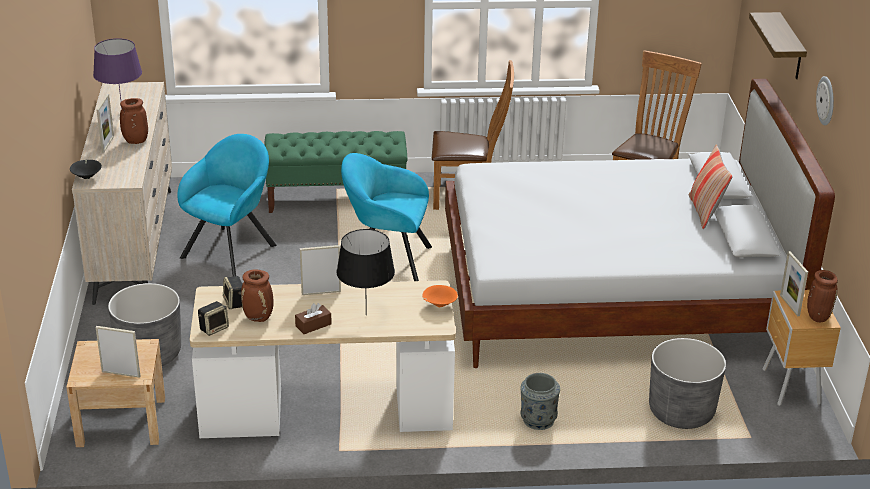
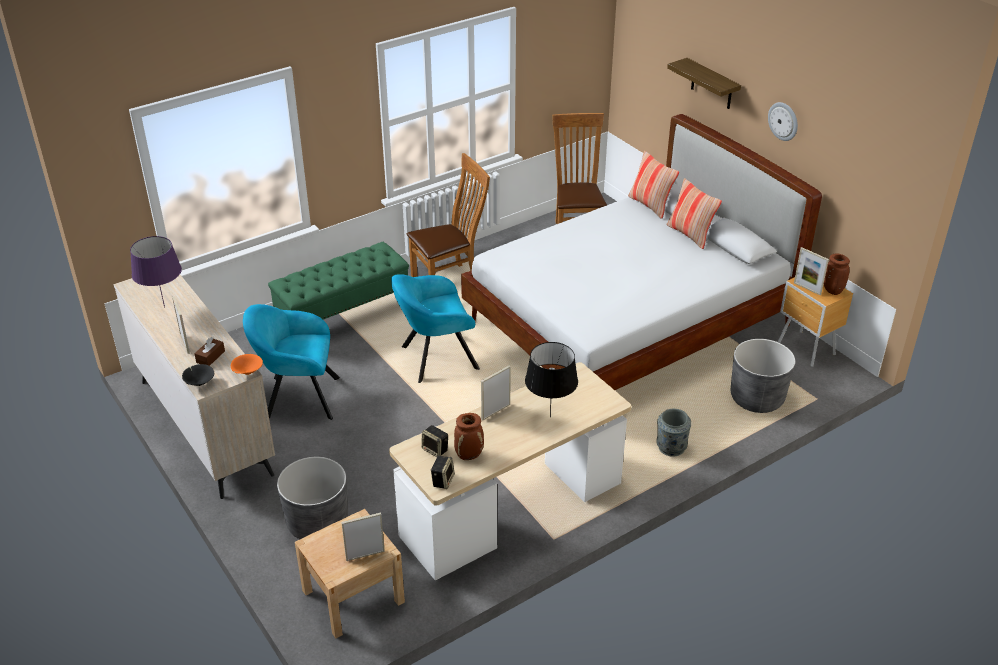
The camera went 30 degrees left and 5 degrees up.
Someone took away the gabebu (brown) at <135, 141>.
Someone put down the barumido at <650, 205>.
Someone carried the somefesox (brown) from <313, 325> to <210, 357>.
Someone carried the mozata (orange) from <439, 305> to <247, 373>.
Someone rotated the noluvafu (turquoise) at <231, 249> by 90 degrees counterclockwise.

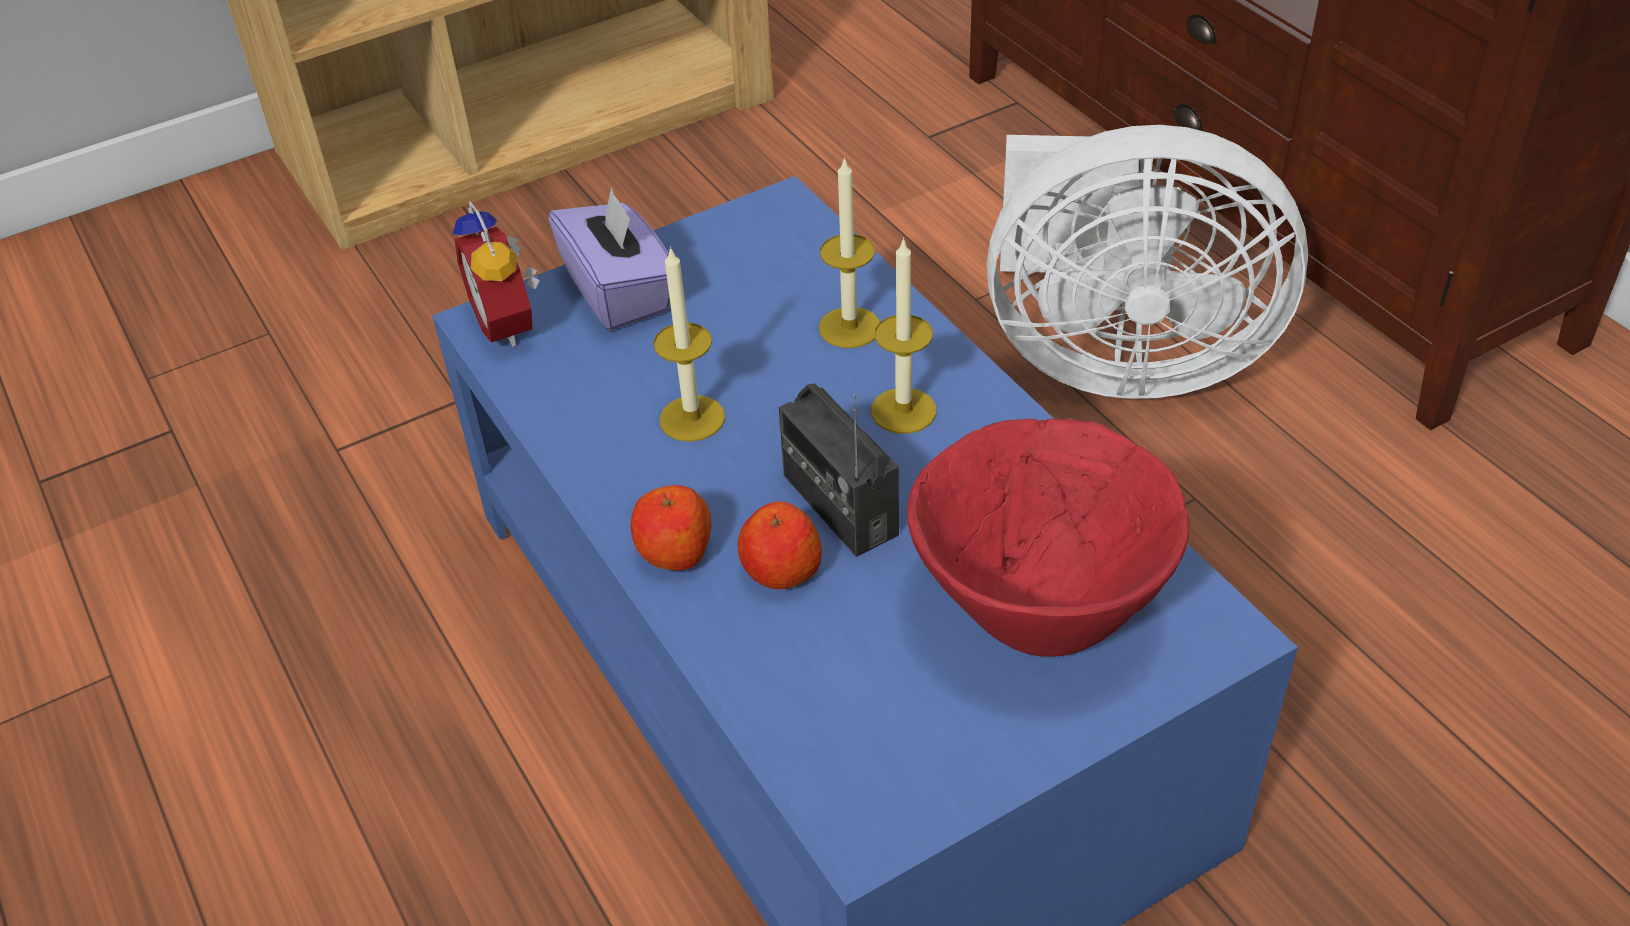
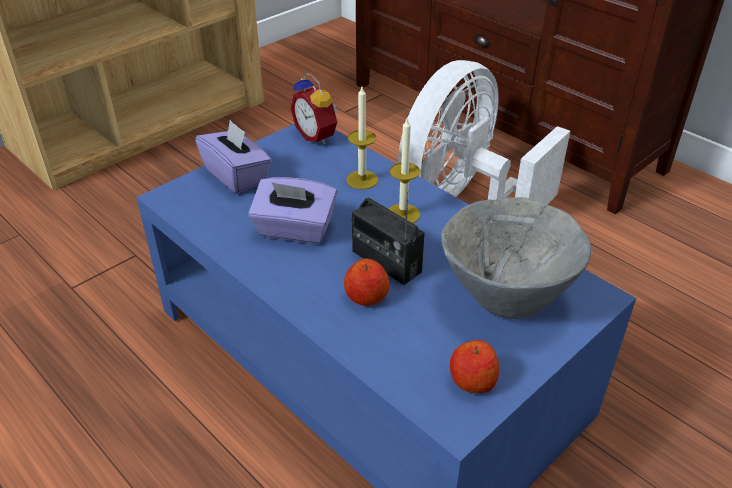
The camera went 15 degrees left and 5 degrees down.
Someone carried the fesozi from <511, 323> to <317, 136>.
Someone carried the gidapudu from <674, 551> to <472, 380>.
Someone swapped the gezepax at <692, 418> for the somefesox (purple) at <294, 230>.
Someone repainted the mozata (red) at <1038, 611>, which became the mozata (grey) at <505, 298>.
Someone rotated the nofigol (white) at <1116, 359> by 135 degrees clockwise.

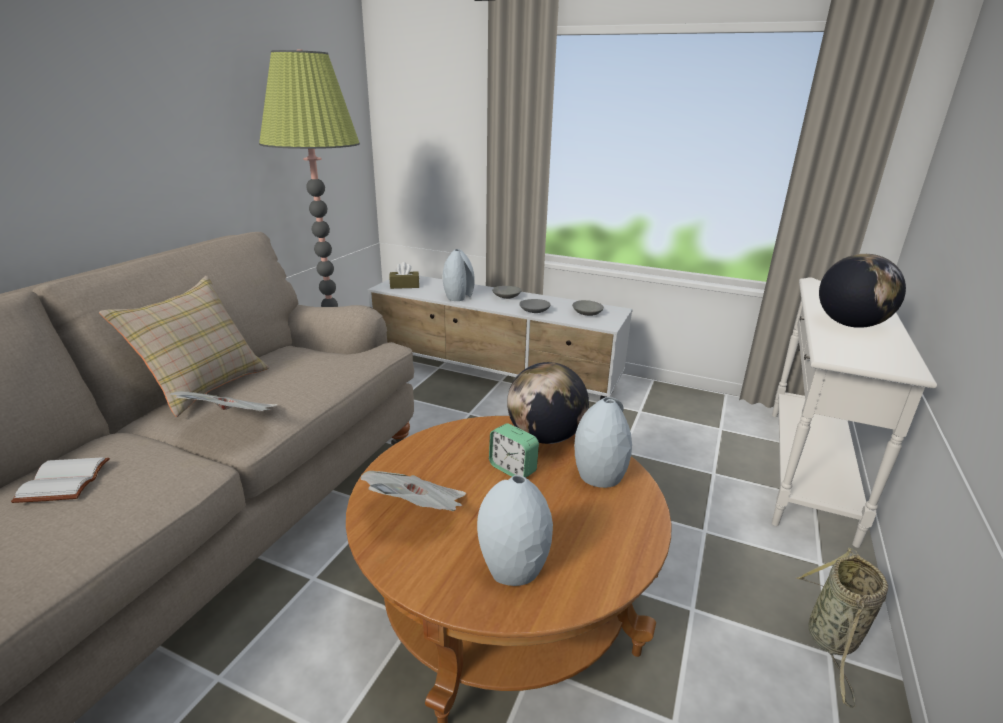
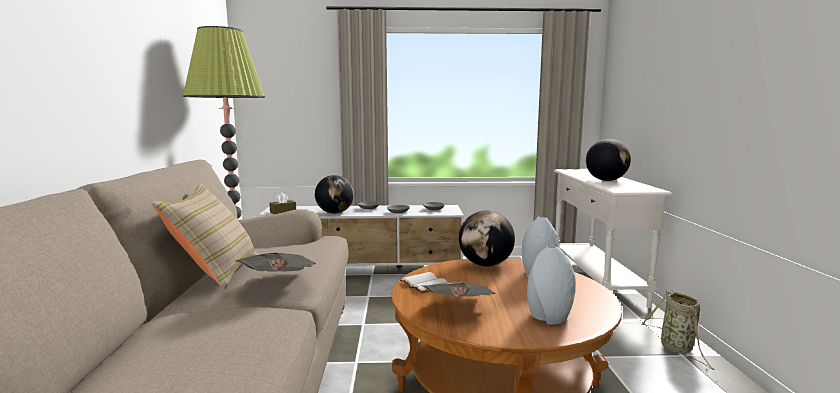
The camera went 25 degrees left and 15 degrees down.
Someone took away the fesozi at <512, 469>.
Someone carried the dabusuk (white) from <66, 482> to <426, 284>.
Someone swapped the gabebu (grey) at <459, 297> for the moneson at <335, 213>.

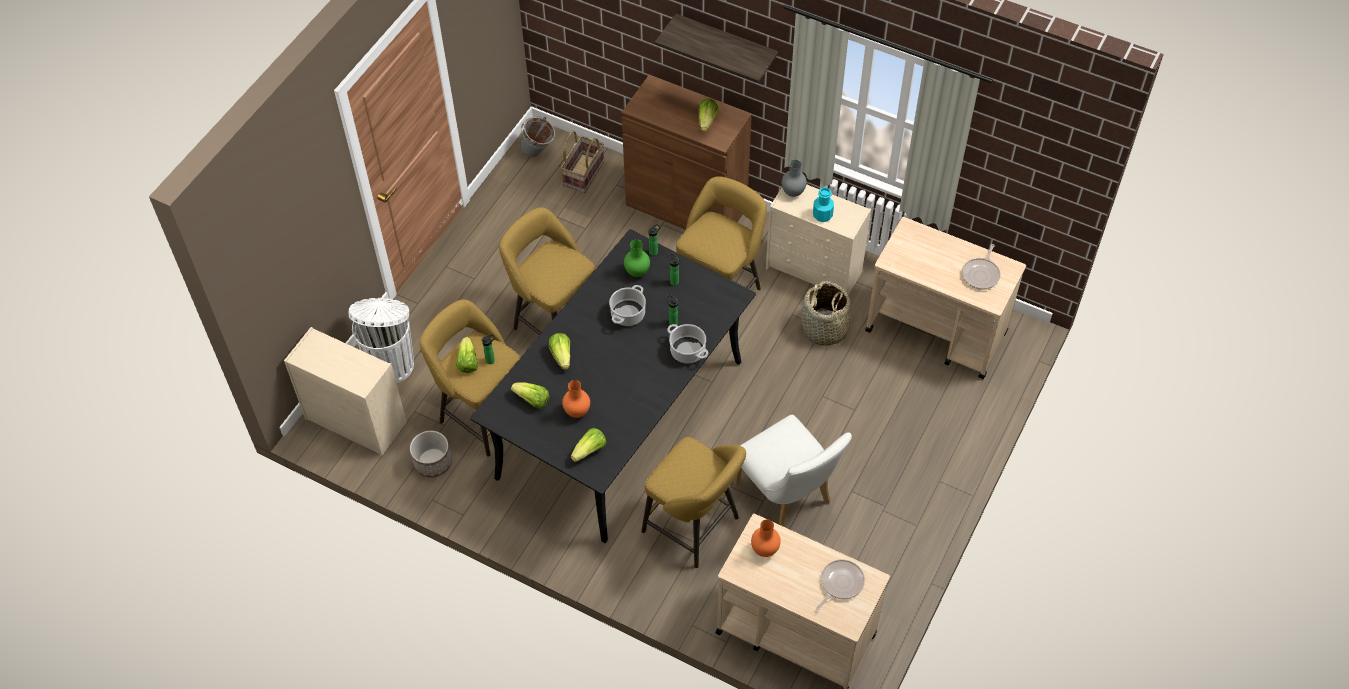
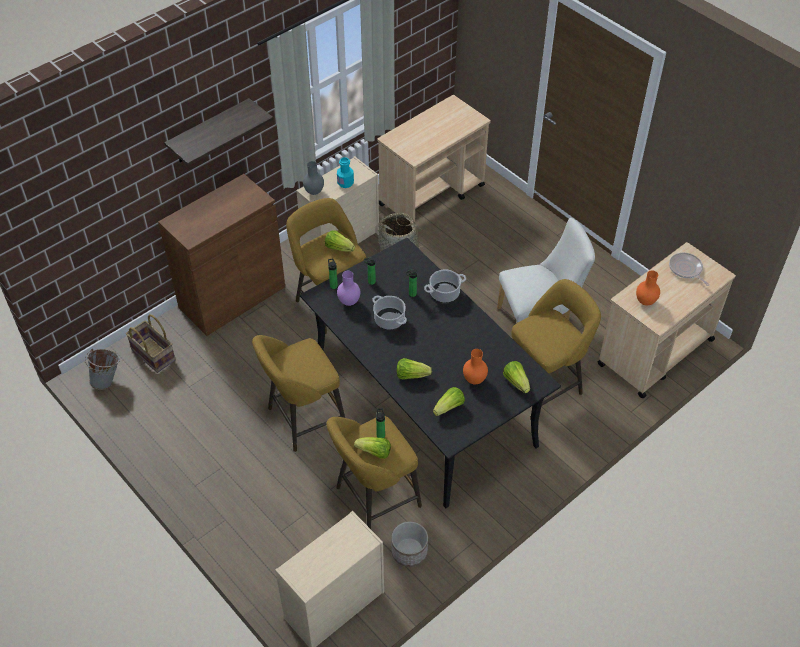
The camera went 70 degrees left and 5 degrees down.
Someone took away the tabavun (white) at <391, 364>.
Someone took away the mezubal at <981, 274>.
Someone carried the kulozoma from <707, 121> to <339, 248>.
Someone repainted the gabebu (green) at <636, 272>, which became the gabebu (purple) at <348, 302>.

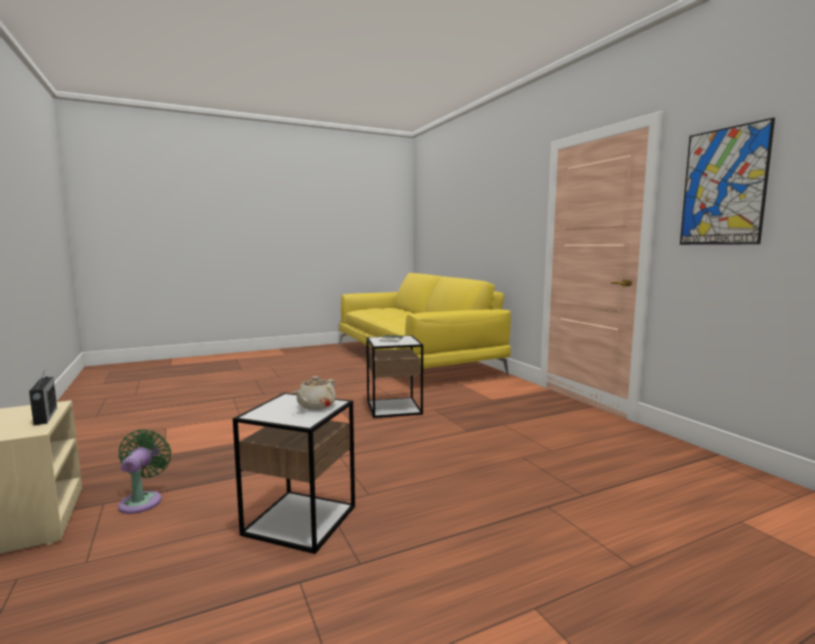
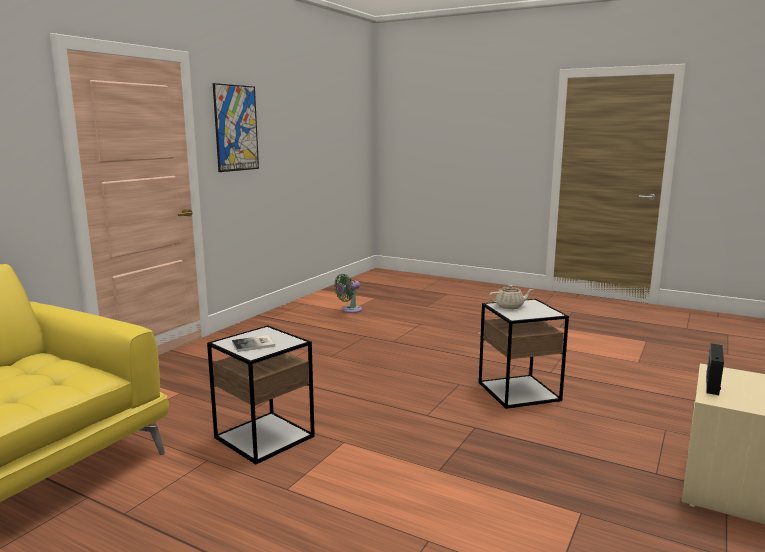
The camera went 125 degrees left and 5 degrees up.
Someone carried the nofigol (green) from <143, 500> to <349, 310>.

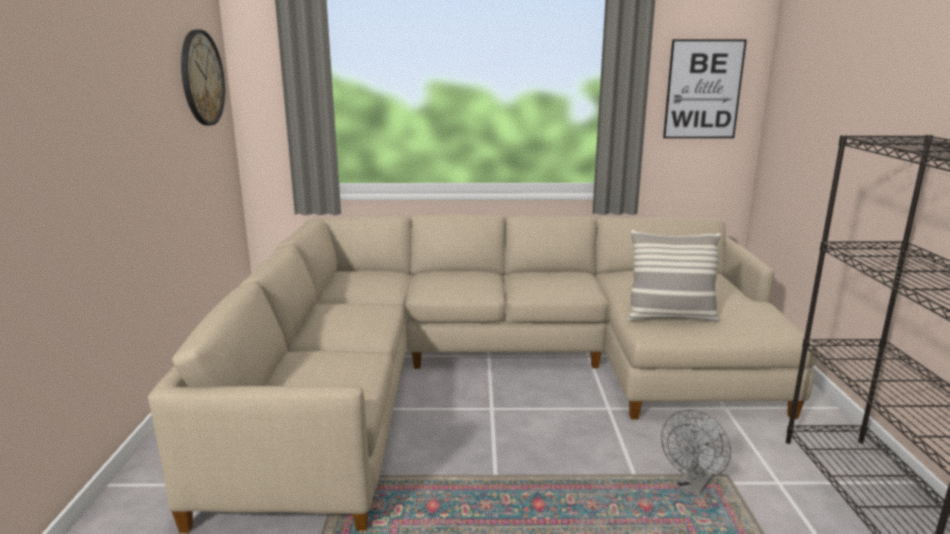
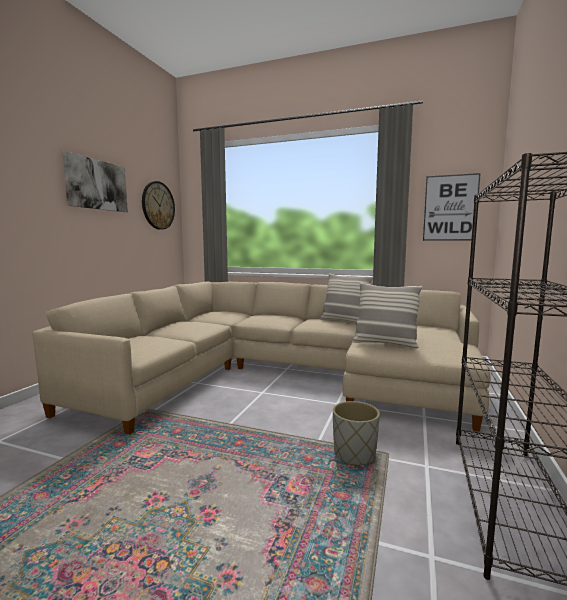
The camera went 20 degrees right and 10 degrees down.
Someone put up the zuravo at <96, 185>.
Someone put down the barumido at <344, 321>.
Someone swapped the nofigol (grey) at <692, 487> for the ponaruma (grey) at <355, 455>.

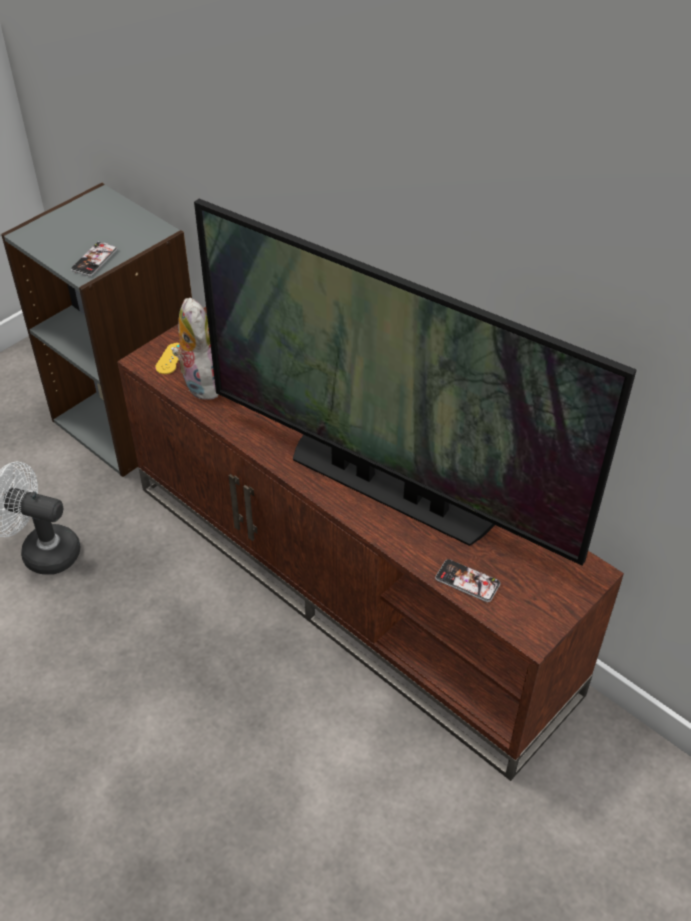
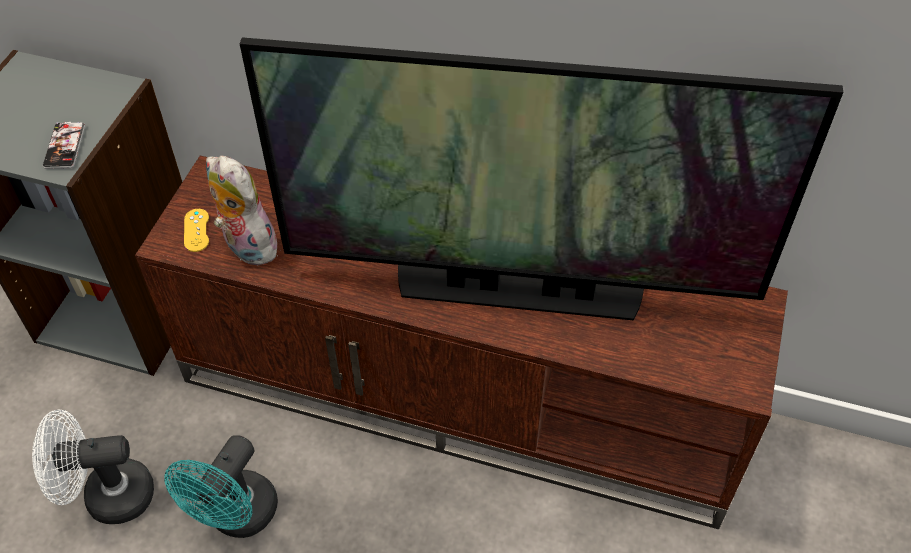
The camera went 25 degrees left and 5 degrees up.
Someone took away the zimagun at <467, 581>.
Someone put down the nofigol (turquoise) at <237, 517>.

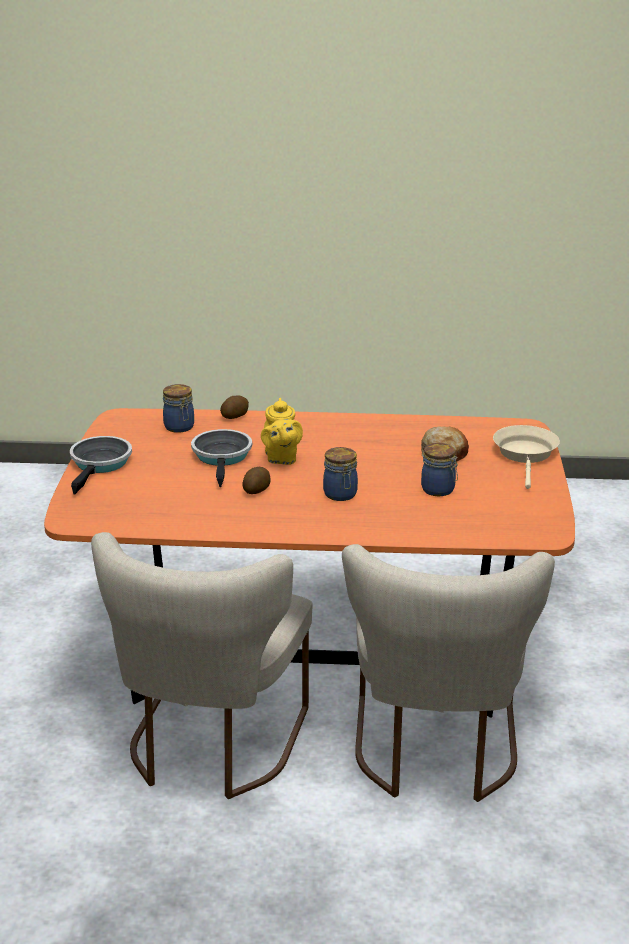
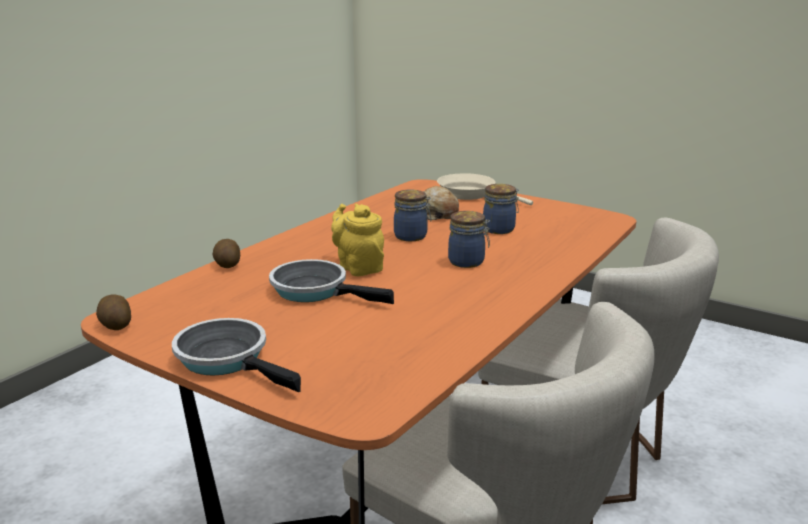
The camera went 60 degrees left and 5 degrees down.
Someone carried the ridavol from <179, 427> to <412, 236>.
Someone carried the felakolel from <256, 490> to <115, 325>.
Someone rotated the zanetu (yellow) at <281, 458> by 150 degrees counterclockwise.

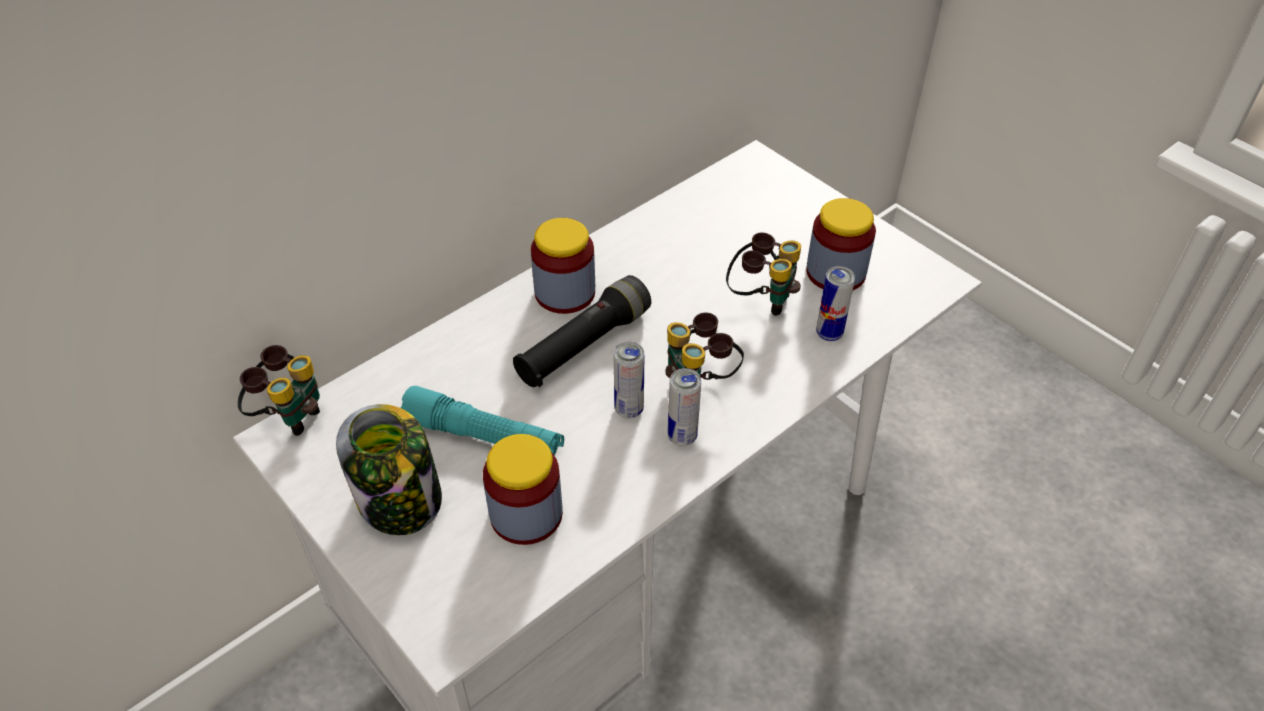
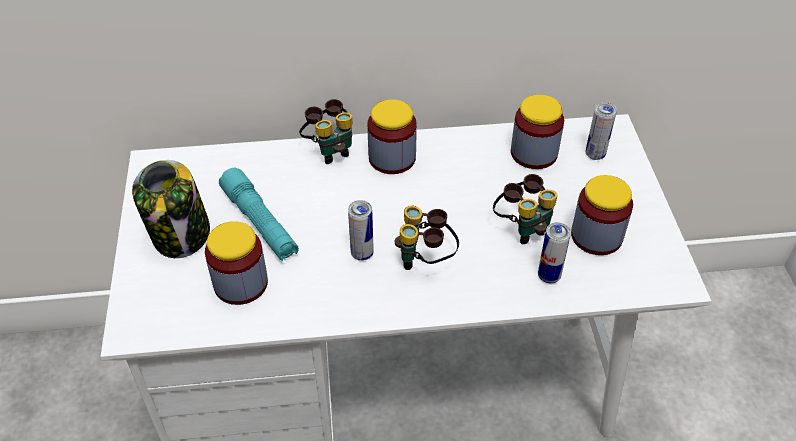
The camera went 35 degrees right and 0 degrees up.
Someone took away the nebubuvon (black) at <583, 345>.
Someone put down the ridavol at <534, 153>.
Someone carried the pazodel from <289, 415> to <330, 150>.
Someone carried the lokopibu from <682, 436> to <595, 154>.

